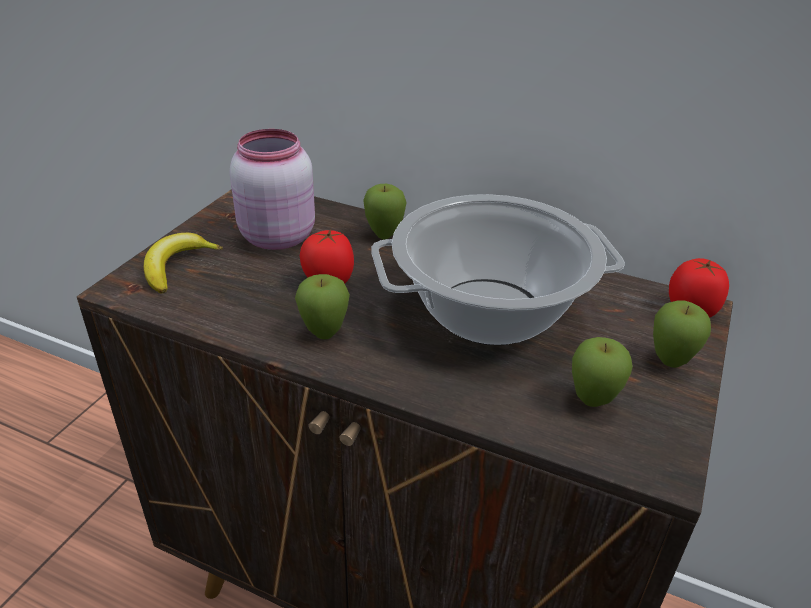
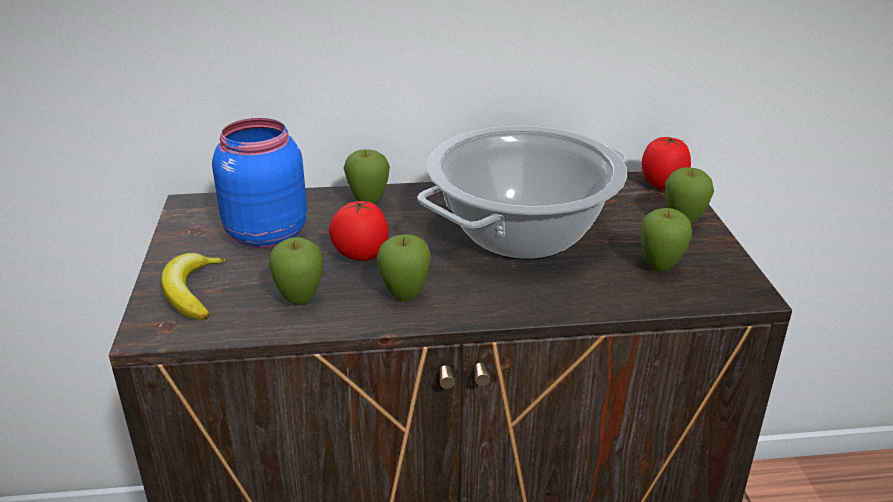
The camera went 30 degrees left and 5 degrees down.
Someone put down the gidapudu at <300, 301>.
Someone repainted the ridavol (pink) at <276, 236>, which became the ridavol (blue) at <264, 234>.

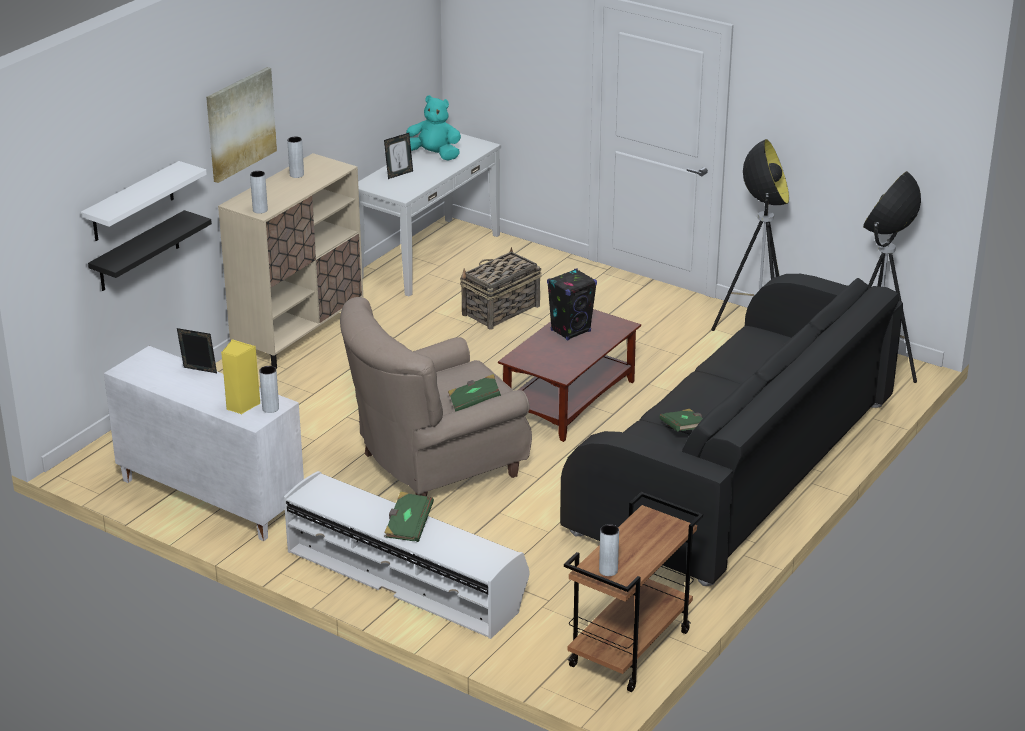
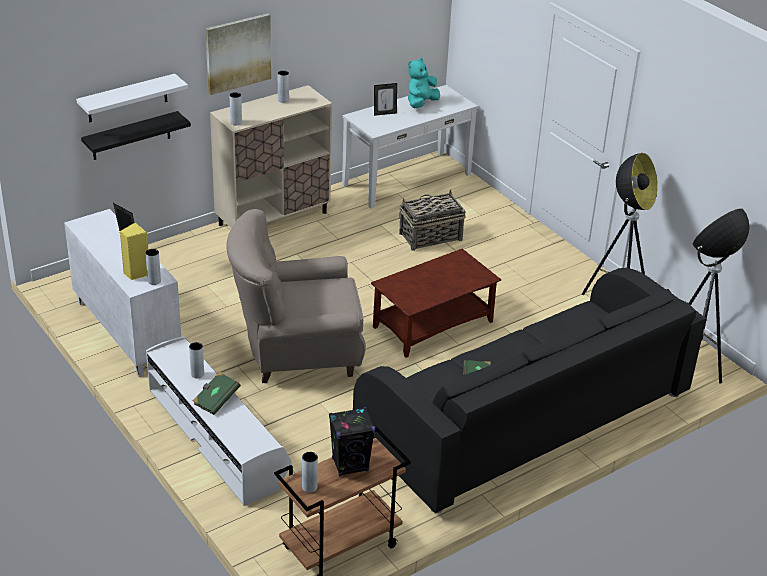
The camera went 20 degrees right and 5 degrees up.
Someone took away the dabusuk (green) at <474, 402>.
Someone put down the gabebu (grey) at <197, 374>.
Someone carried the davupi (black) from <570, 331> to <350, 465>.
Someone rotated the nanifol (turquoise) at <433, 155> by 90 degrees counterclockwise.

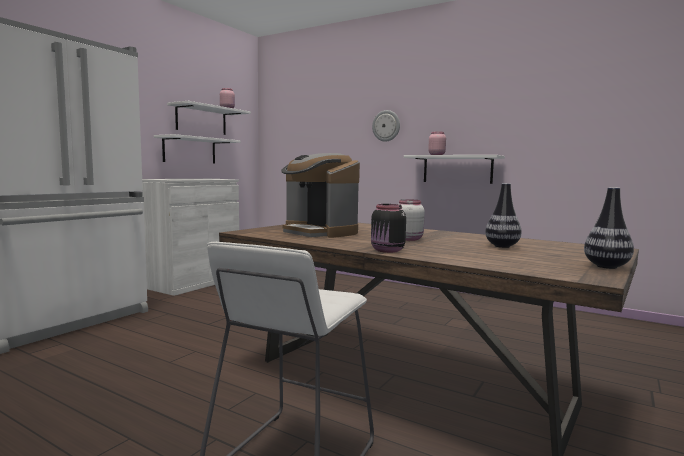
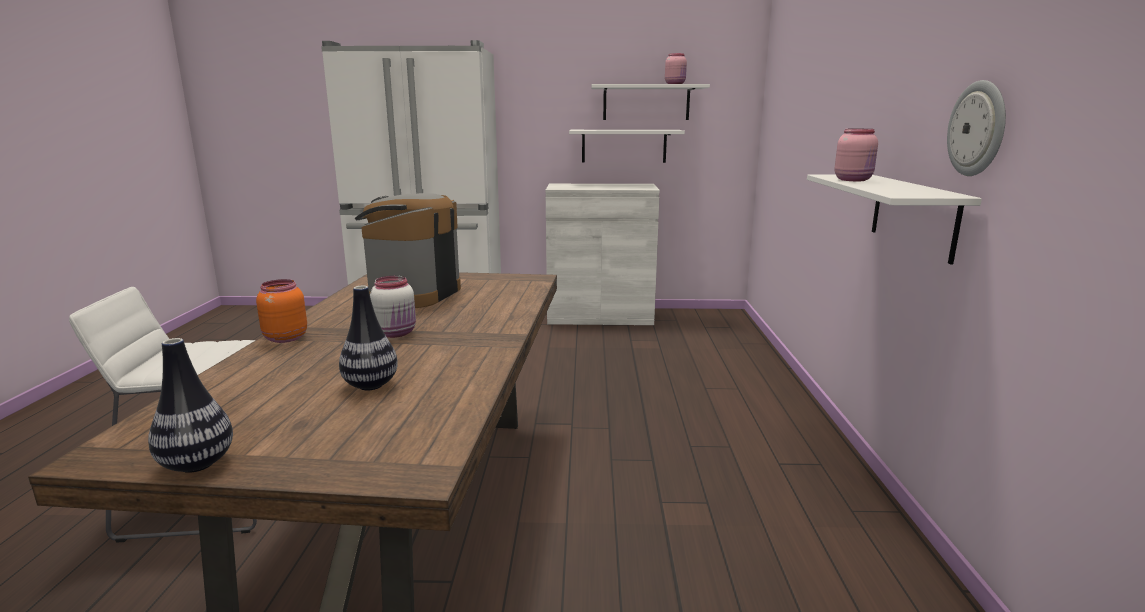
The camera went 60 degrees right and 10 degrees up.
Someone carried the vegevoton from <386, 126> to <978, 129>.
Someone repainted the ridavol (black) at <387, 251>, which became the ridavol (orange) at <284, 338>.

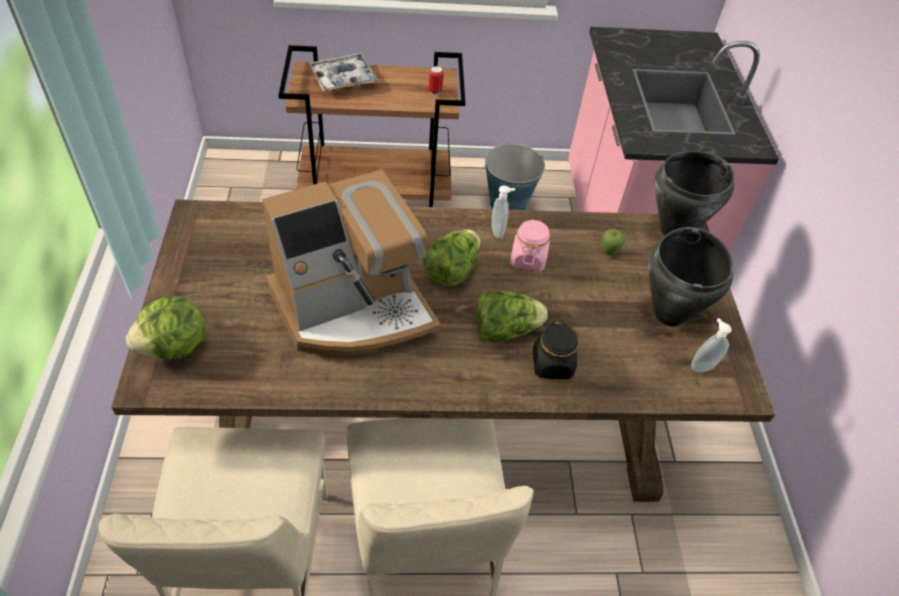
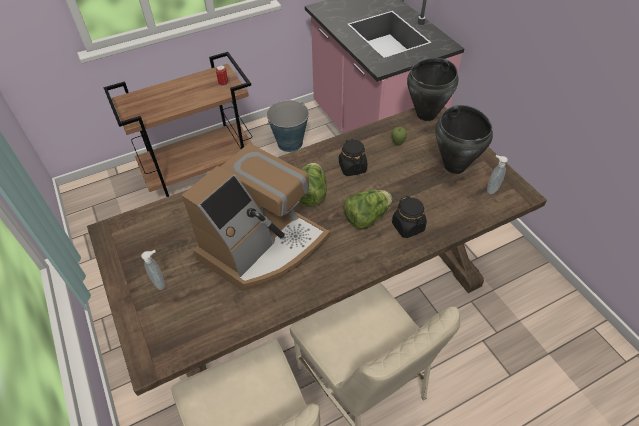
The camera went 20 degrees left and 0 degrees up.
Someone took away the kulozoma at <175, 347>.
Someone took away the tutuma at <344, 79>.
Someone carried the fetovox from <499, 231> to <160, 282>.
Someone repainted the ridavol (pink) at <528, 259>, which became the ridavol (black) at <352, 167>.

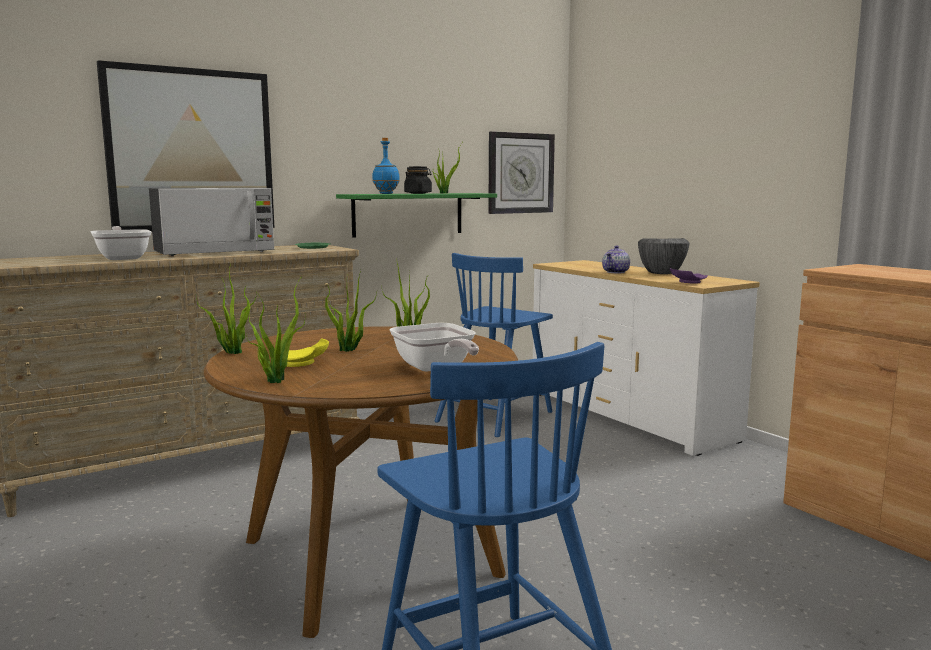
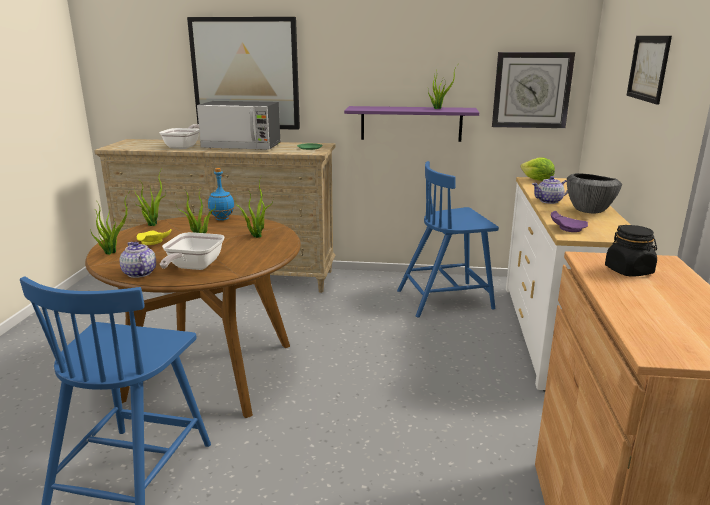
The camera went 40 degrees right and 10 degrees up.
Someone put down the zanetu at <139, 273>.
Someone put down the kulozoma at <537, 180>.
Someone put up the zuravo at <648, 68>.
Someone carried the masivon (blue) from <385, 193> to <222, 219>.
Someone carried the ridavol (black) from <418, 193> to <629, 271>.
Someone repainted the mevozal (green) at <408, 214>, which became the mevozal (purple) at <411, 123>.

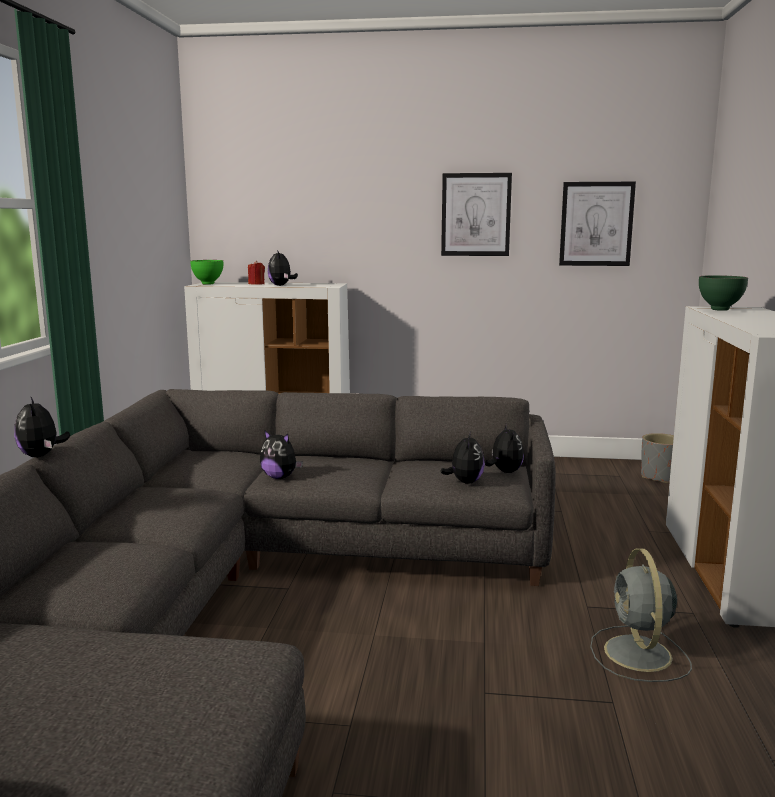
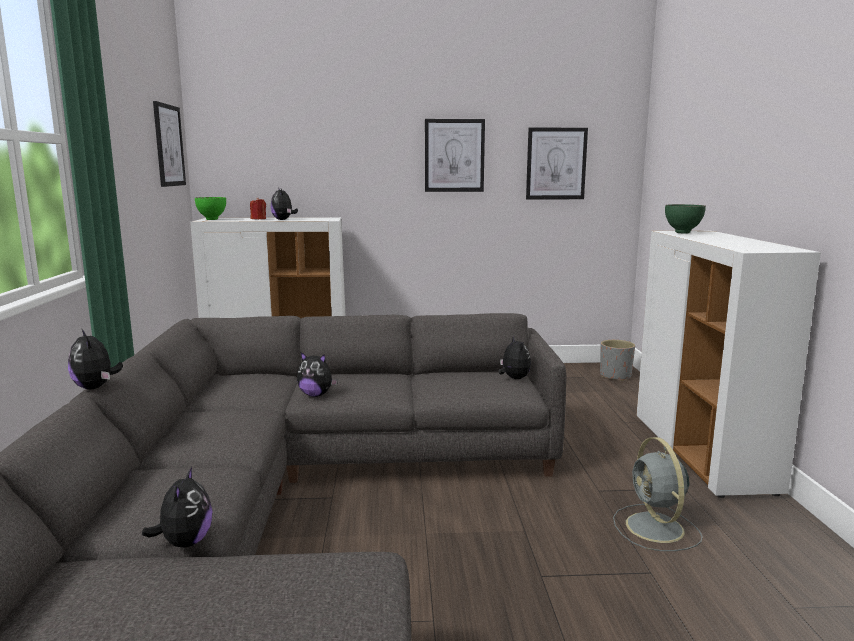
The camera went 10 degrees left and 0 degrees up.
Someone put up the zuravo at <168, 145>.
Someone carried the nanifol from <465, 482> to <185, 542>.

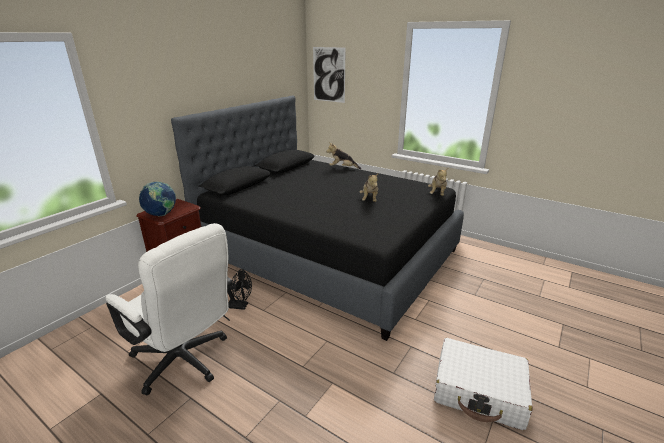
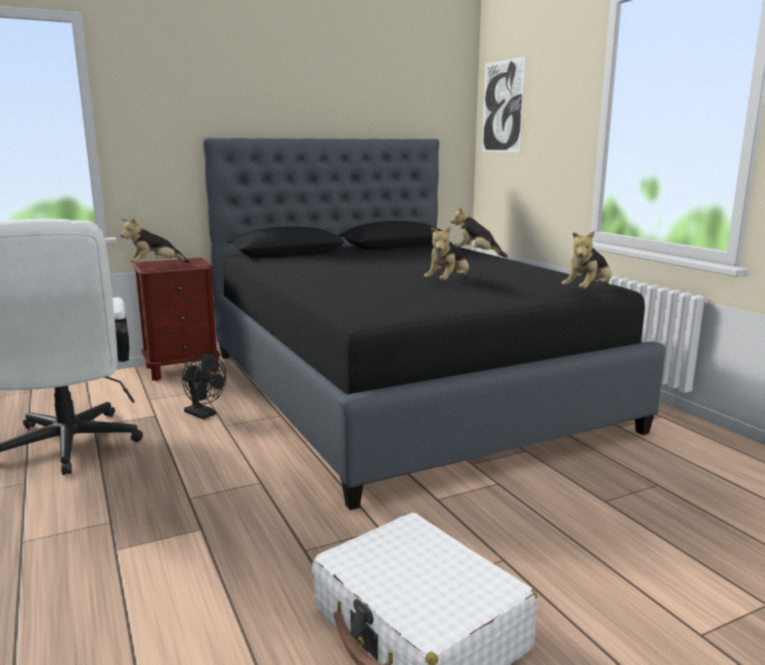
The camera went 30 degrees right and 10 degrees down.
Someone swapped the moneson at <161, 215> for the nanifol at <155, 266>.

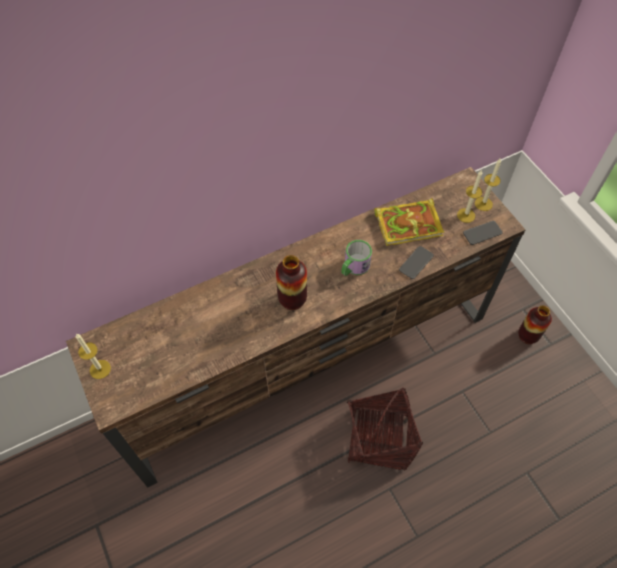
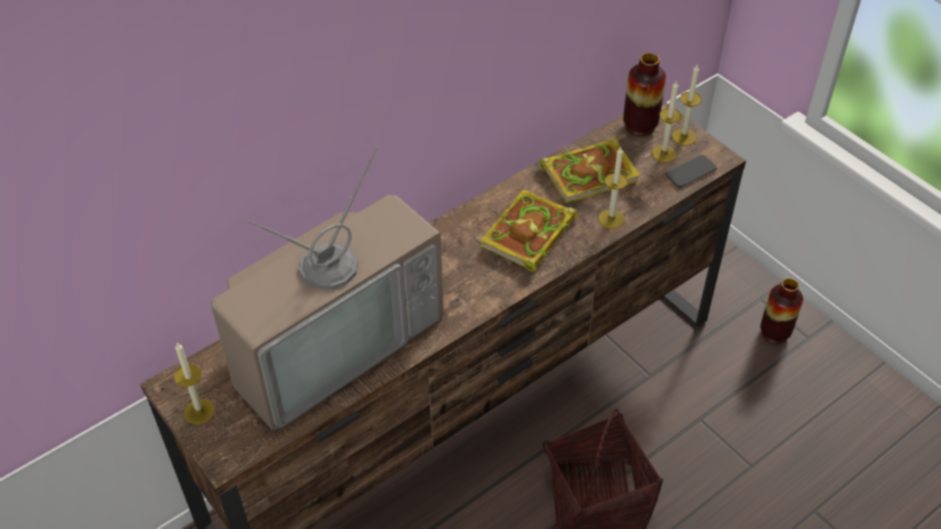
The camera went 10 degrees left and 10 degrees down.
Someone put down the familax at <333, 341>.
Someone carried the gabebu from <292, 299> to <640, 126>.
Someone swapped the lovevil at <354, 267> for the dabusuk at <528, 235>.
Someone swapped the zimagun at <416, 263> for the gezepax at <611, 219>.

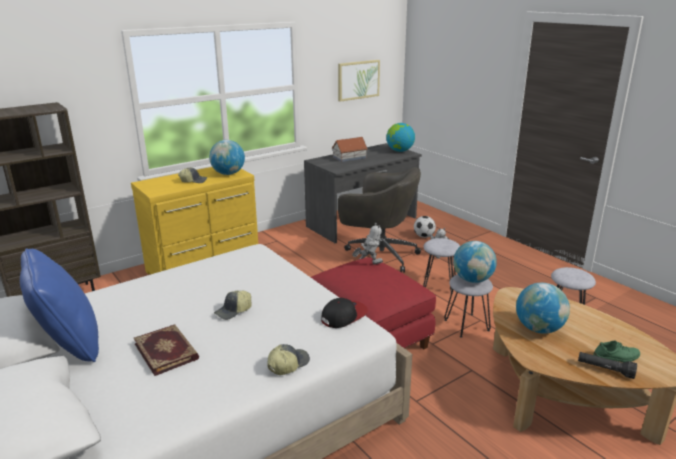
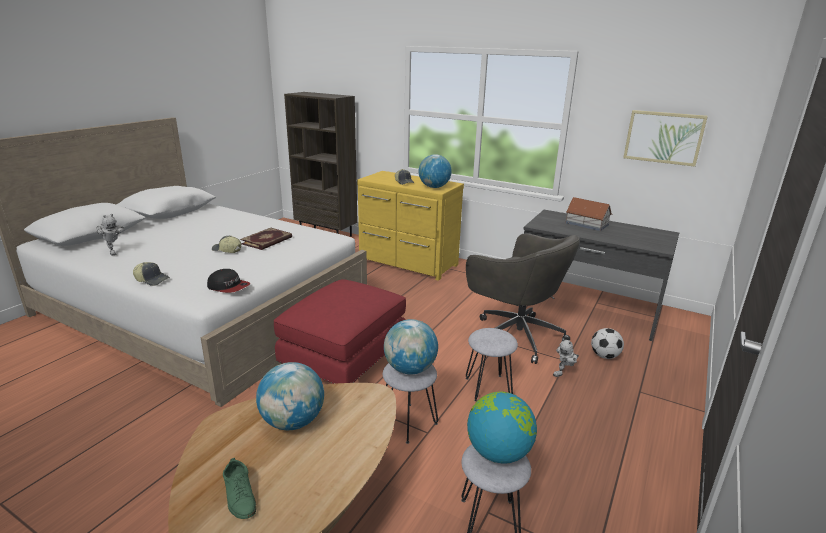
The camera went 65 degrees right and 0 degrees up.
Someone took away the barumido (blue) at <69, 344>.
Someone took away the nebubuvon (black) at <605, 370>.
Someone carried the dabusuk from <167, 351> to <267, 241>.
Someone carried the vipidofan from <369, 263> to <113, 252>.
Someone carried the moneson from <399, 151> to <498, 452>.
Someone rotated the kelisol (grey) at <378, 256> by 45 degrees counterclockwise.

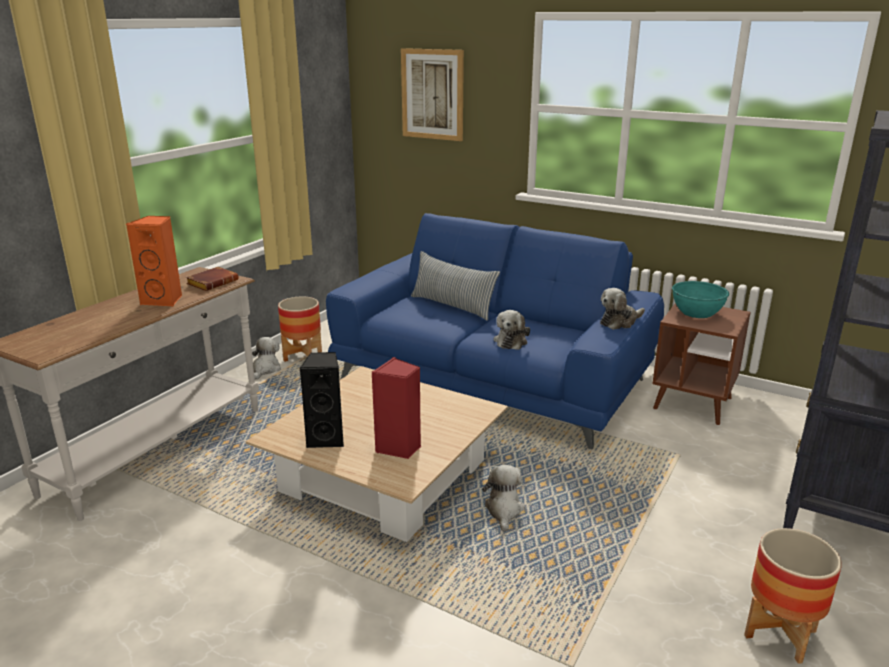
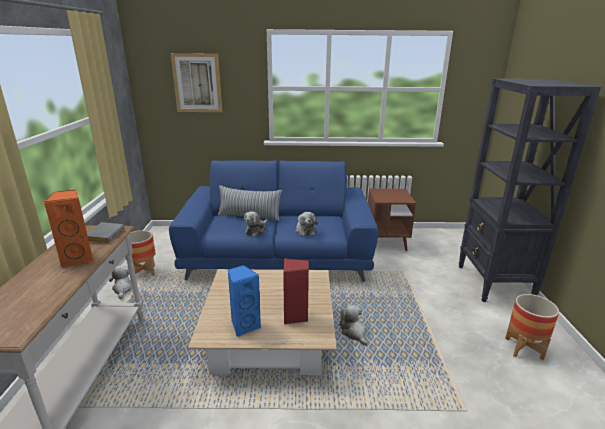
The camera went 30 degrees left and 0 degrees up.
Someone took away the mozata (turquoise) at <696, 313>.
Someone carried the nanifol from <619, 322> to <256, 230>.
Someone repainted the dabusuk (brown) at <213, 282>, which became the dabusuk (grey) at <105, 235>.
Someone repainted the davupi (black) at <327, 439>, which became the davupi (blue) at <244, 325>.

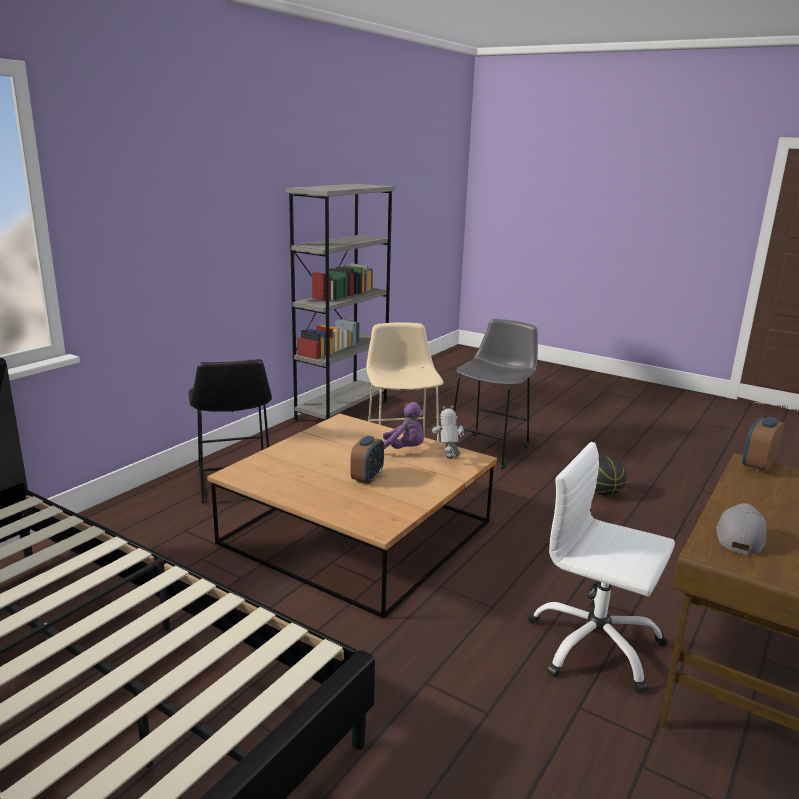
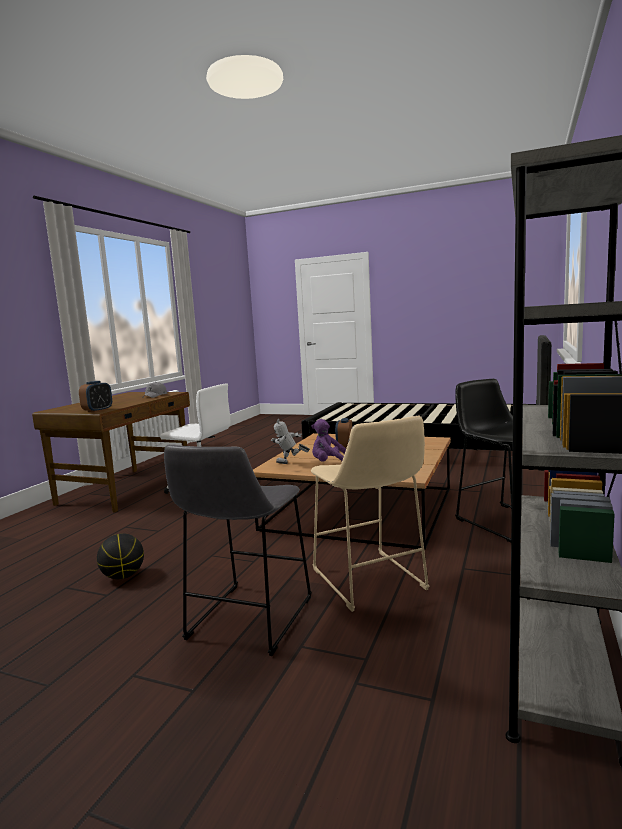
The camera went 170 degrees right and 10 degrees down.
Someone rotated the vipidofan at <448, 461> by 120 degrees clockwise.

